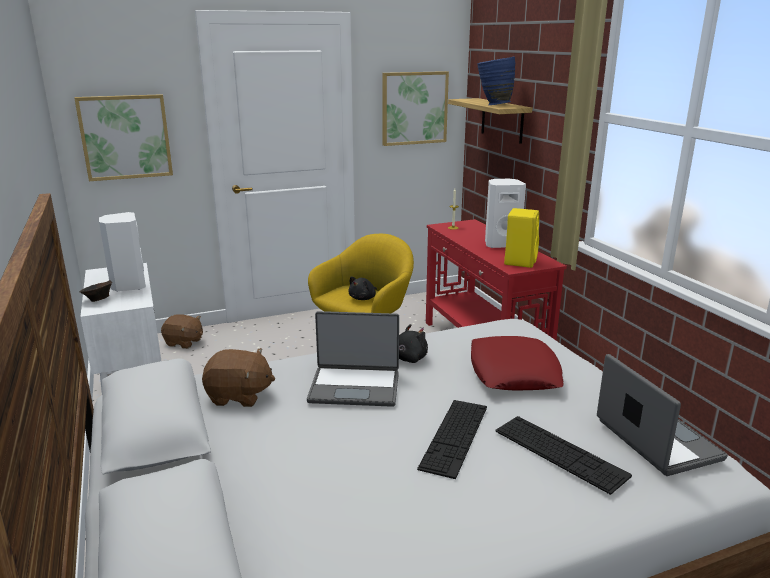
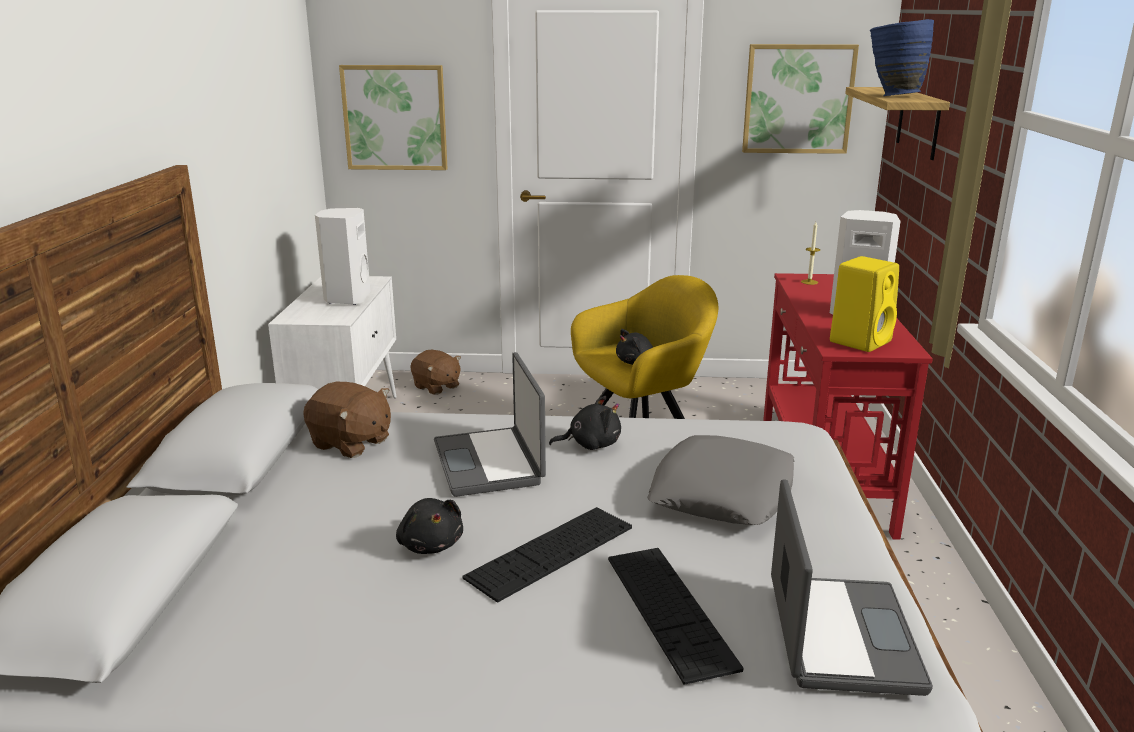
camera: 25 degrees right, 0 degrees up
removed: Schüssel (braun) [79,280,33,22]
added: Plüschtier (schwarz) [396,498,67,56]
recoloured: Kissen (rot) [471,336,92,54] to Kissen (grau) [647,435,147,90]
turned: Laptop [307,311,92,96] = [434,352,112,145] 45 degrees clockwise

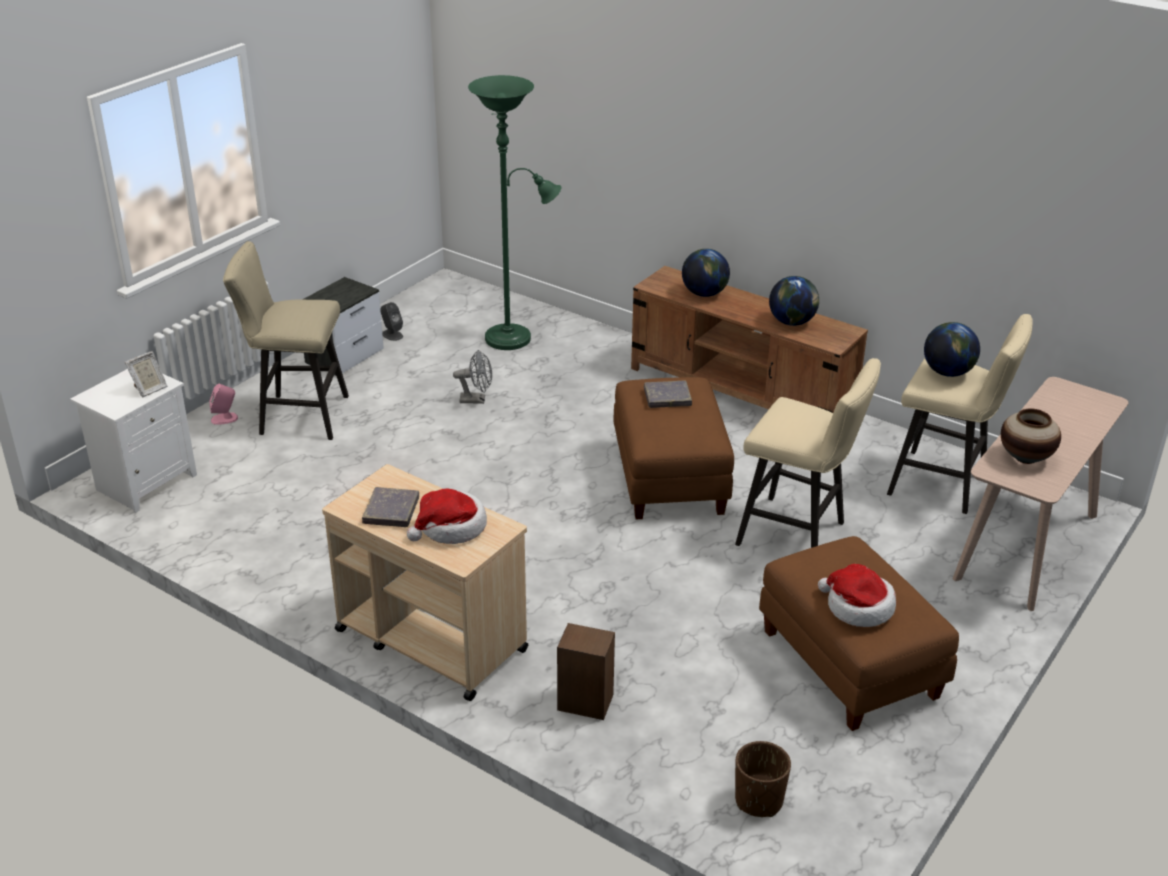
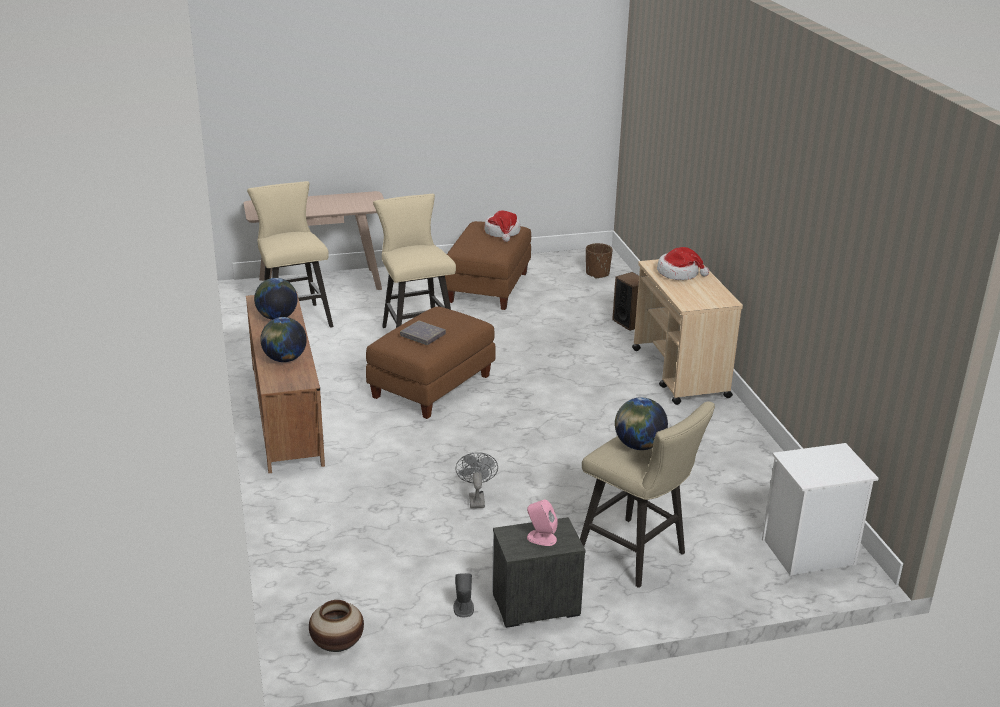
camera: 140 degrees left, 5 degrees down
removed: Bilderrahmen [125,351,42,46]; Buch (grau) [362,487,57,40]; Stehlampe (grün) [468,75,94,275]
moved: Vase [1001,408,60,56] to [309,600,55,52]; Lautsprecher (rosa) [209,384,29,41] to [527,500,31,46]; Globus [924,322,56,55] to [615,397,53,53]
turned: Ventilator (grau) [453,350,39,54] = [455,452,43,56] 45 degrees clockwise

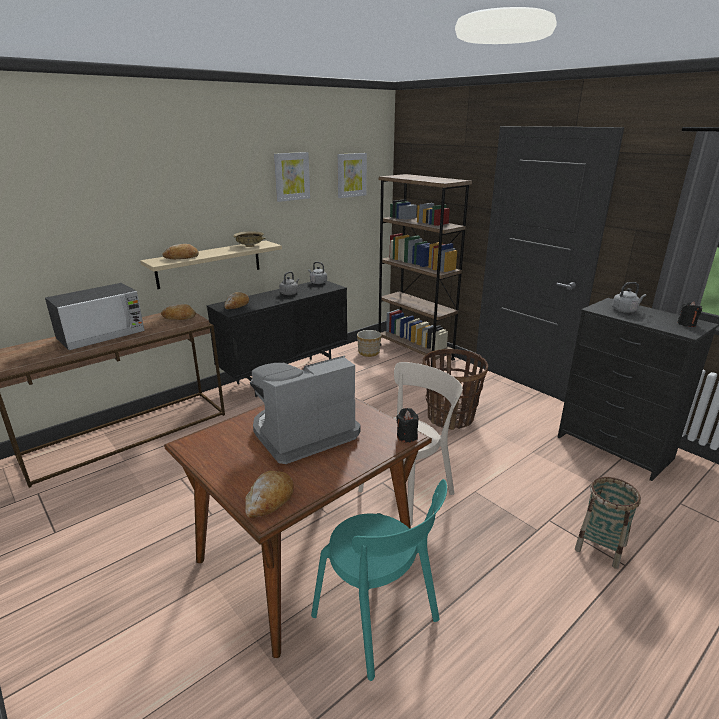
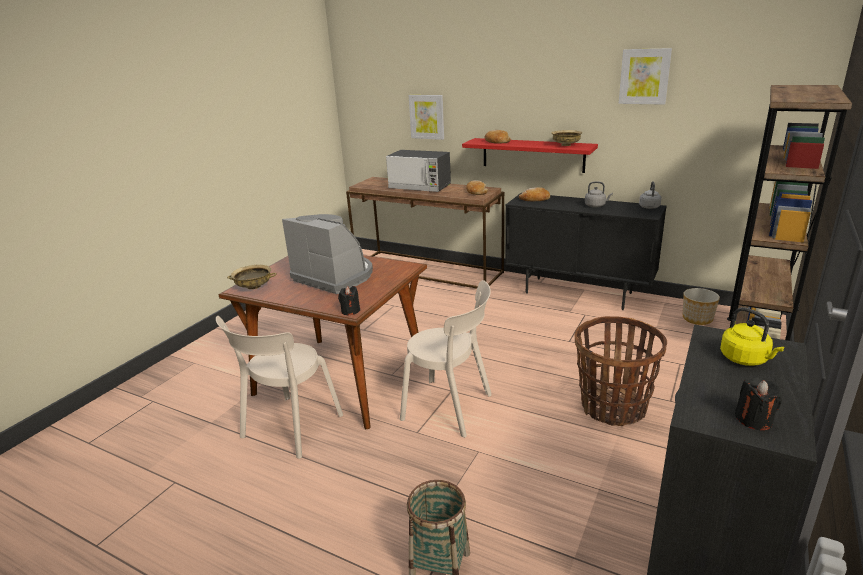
camera: 70 degrees right, 0 degrees up
moved: Bild [337,153,30,45] to [409,95,35,45]
replaced: Brot [245,470,49,48] to Schüssel (beige) [227,265,50,24]
recoloured: Stuhl (türkis) [311,479,136,202] to Stuhl (beige) [216,316,127,143]; Wandregal (beige) [140,240,142,49] to Wandregal (rot) [462,138,136,35]; Wasserkessel (grau) [612,282,34,31] to Wasserkessel (gelb) [720,307,64,59]

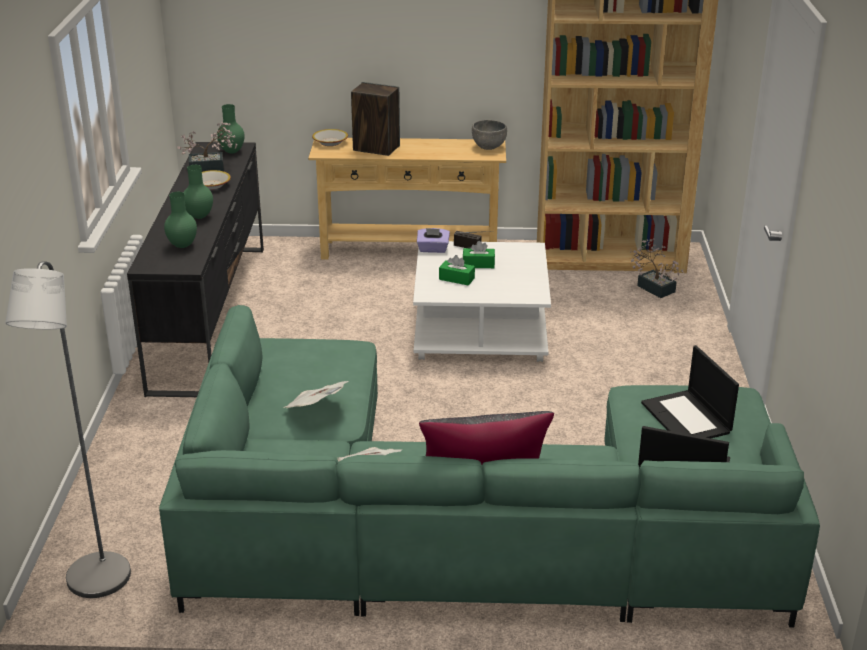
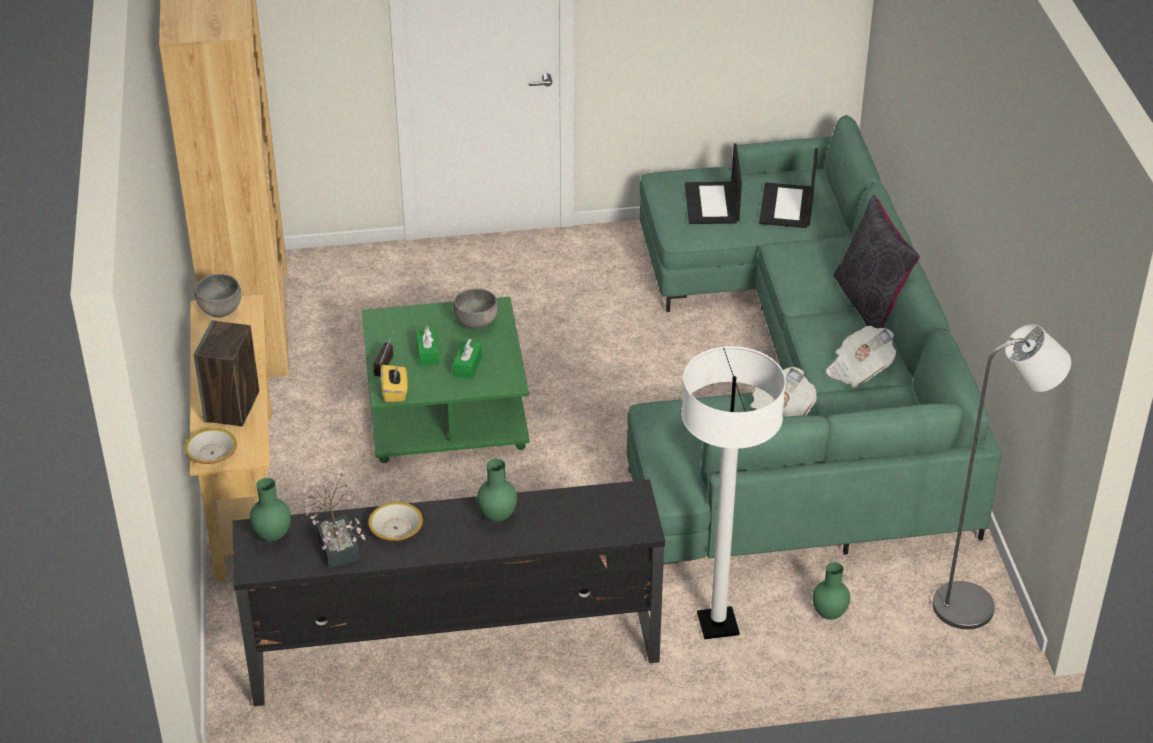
camera: 100 degrees left, 10 degrees up
removed: Topfpflanze [630,238,55,60]
added: Schüssel (grau) [453,288,45,41]; Stehlampe (weiß) [681,346,105,293]
moved: Vase (grün) [164,192,33,56] to [812,562,38,58]
recoloured: Couchtisch (weiß) [413,241,138,121] to Couchtisch (grün) [362,297,168,166]; Taschentuchbox (lila) [417,228,33,25] to Taschentuchbox (gelb) [381,364,27,39]
turned: Laptop [641,345,98,93] = [685,143,57,81] 120 degrees clockwise

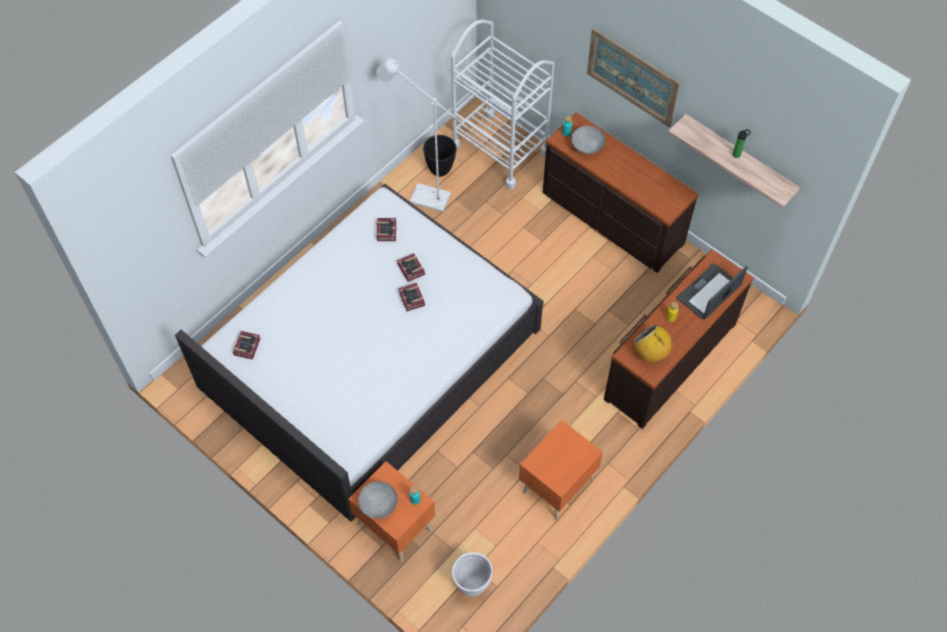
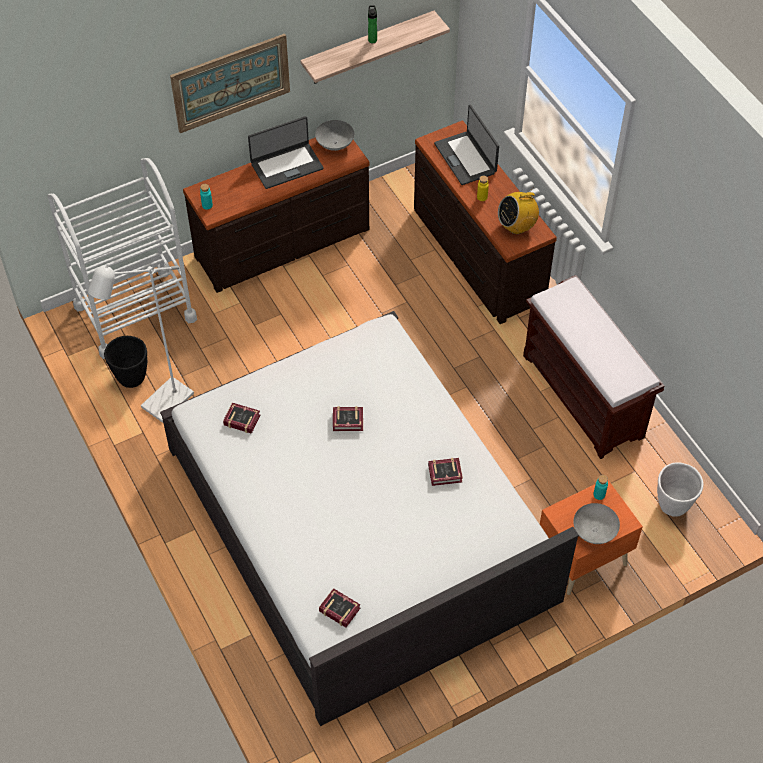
camera: 70 degrees left, 5 degrees down
added: Laptop [248,116,76,73]
moved: Schüssel (grau) [571,126,34,28] to [315,120,39,31]; Buch [397,253,28,29] to [428,458,35,28]
replaced: Nachttisch (orange) [519,420,84,100] to Bank (braun) [523,275,141,184]

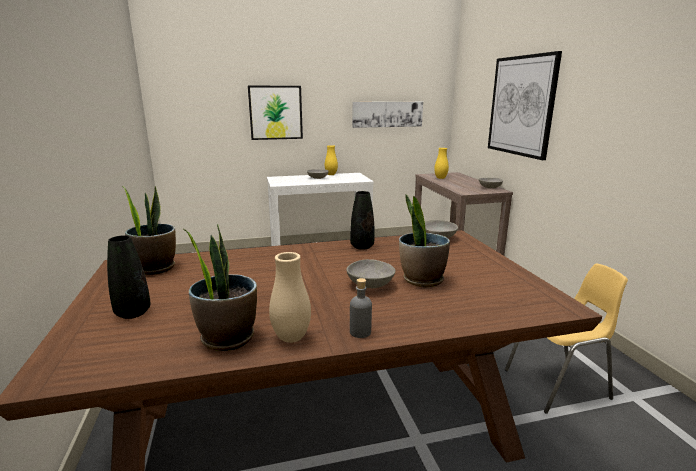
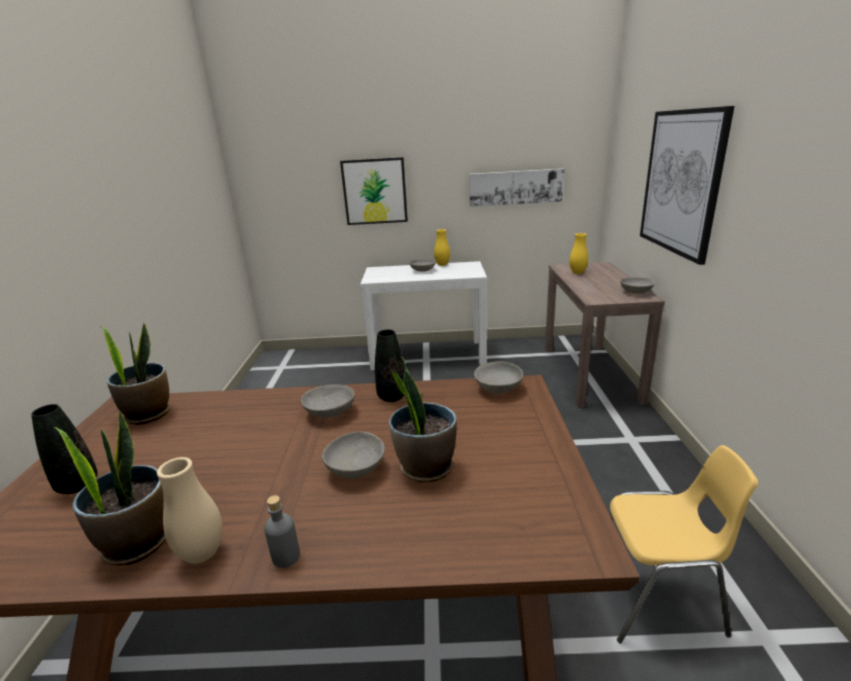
camera: 15 degrees right, 5 degrees up
added: Schüssel (grau) [301,384,54,34]

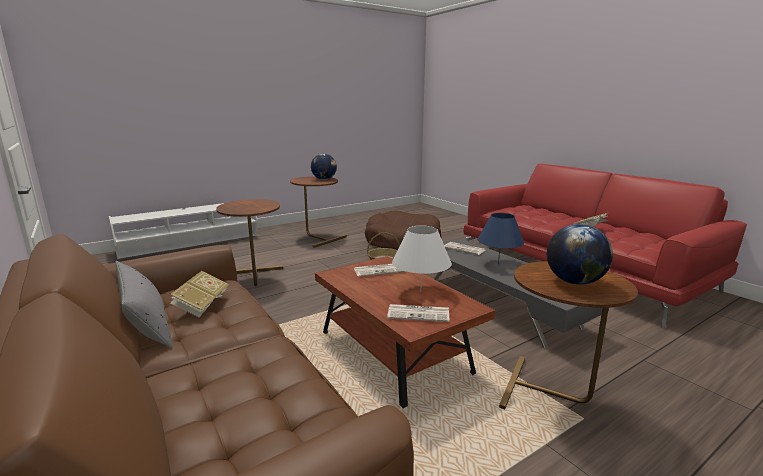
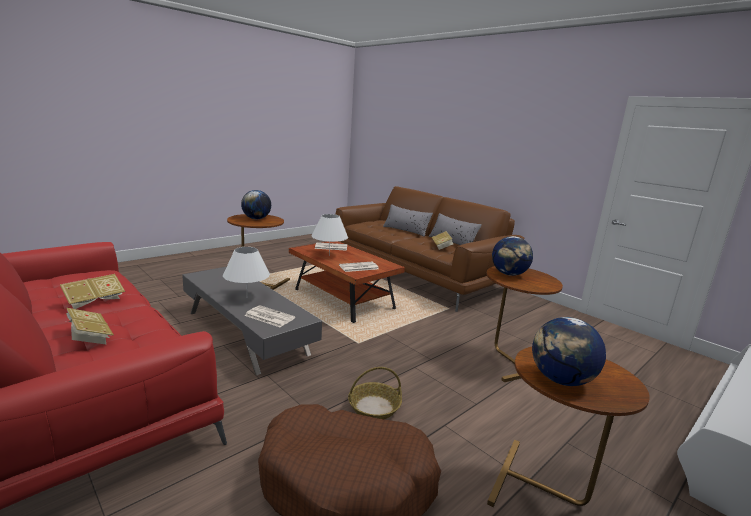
camera: 170 degrees right, 0 degrees up
added: Buch [66,308,48,36]; Kissen (grau) [383,204,50,33]; Globus [492,236,41,40]
recoloured: Tischlampe (blau) [477,213,47,51] to Tischlampe (weiß) [223,247,47,51]

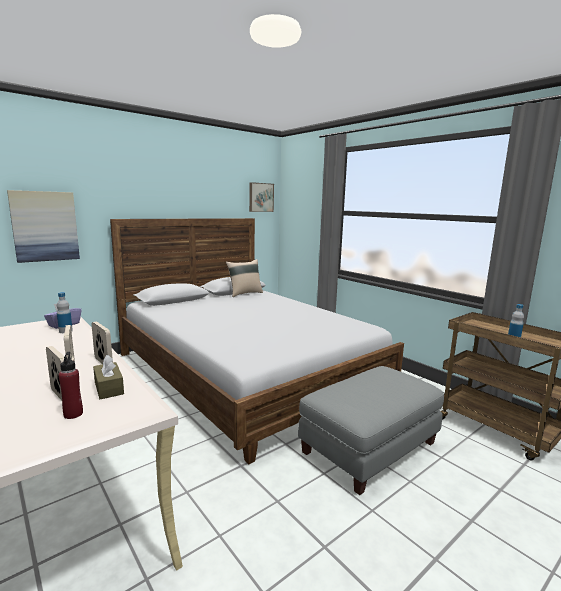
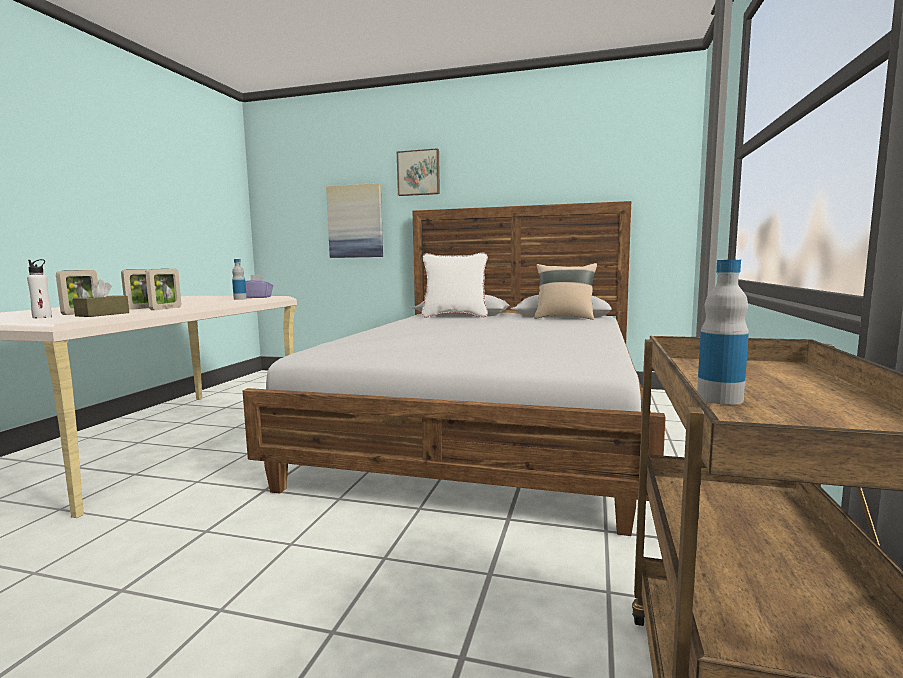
camera: 55 degrees right, 5 degrees down
removed: Polsterhocker (grau) [298,366,146,129]
added: Kissen (weiß) [422,253,66,65]
moved: Bild [249,182,25,30] to [397,148,43,48]
recoloured: Flasche (rot) [59,352,24,67] to Flasche (weiß) [27,259,25,59]

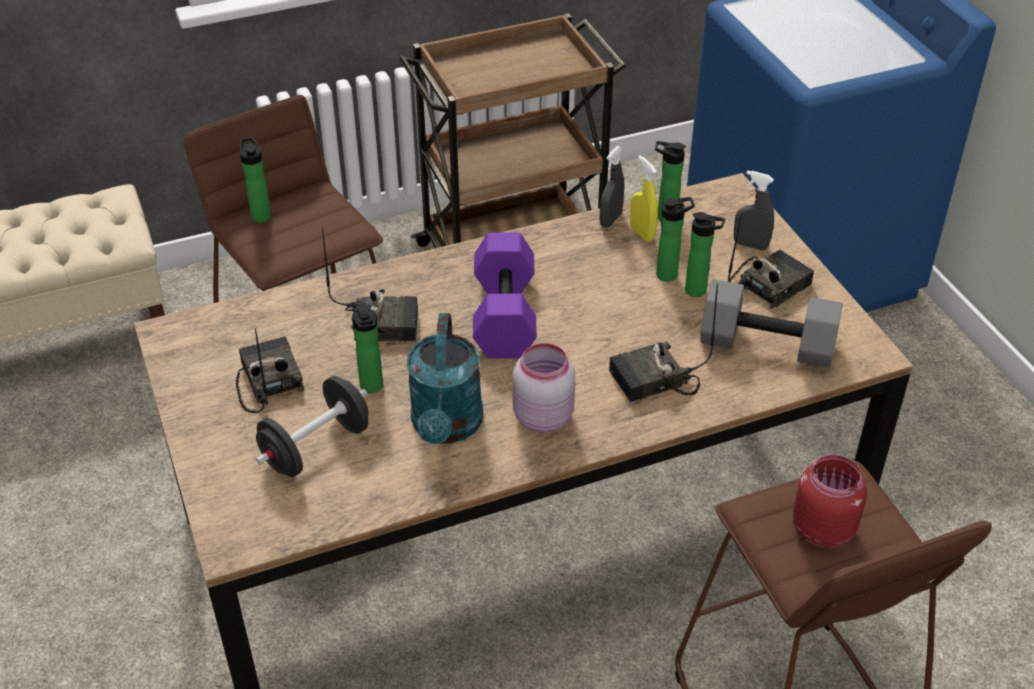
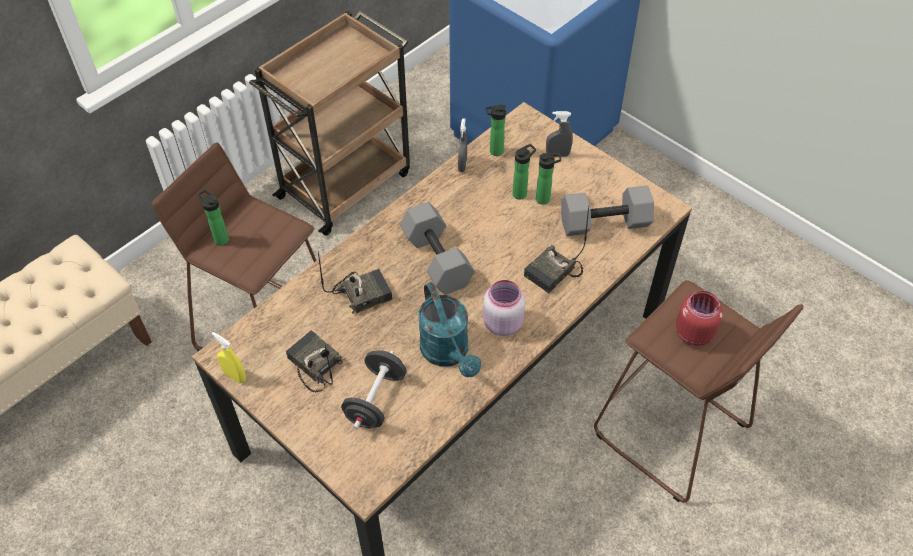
camera: 25 degrees left, 10 degrees up
removed: Flasche [352,302,31,91]; Radio [727,212,87,97]
moved: Sprühflasche (gelb) [630,155,28,87] to [212,332,34,51]
recoloured: Hantel (lila) [473,232,64,126] to Hantel (grau) [400,202,75,93]

